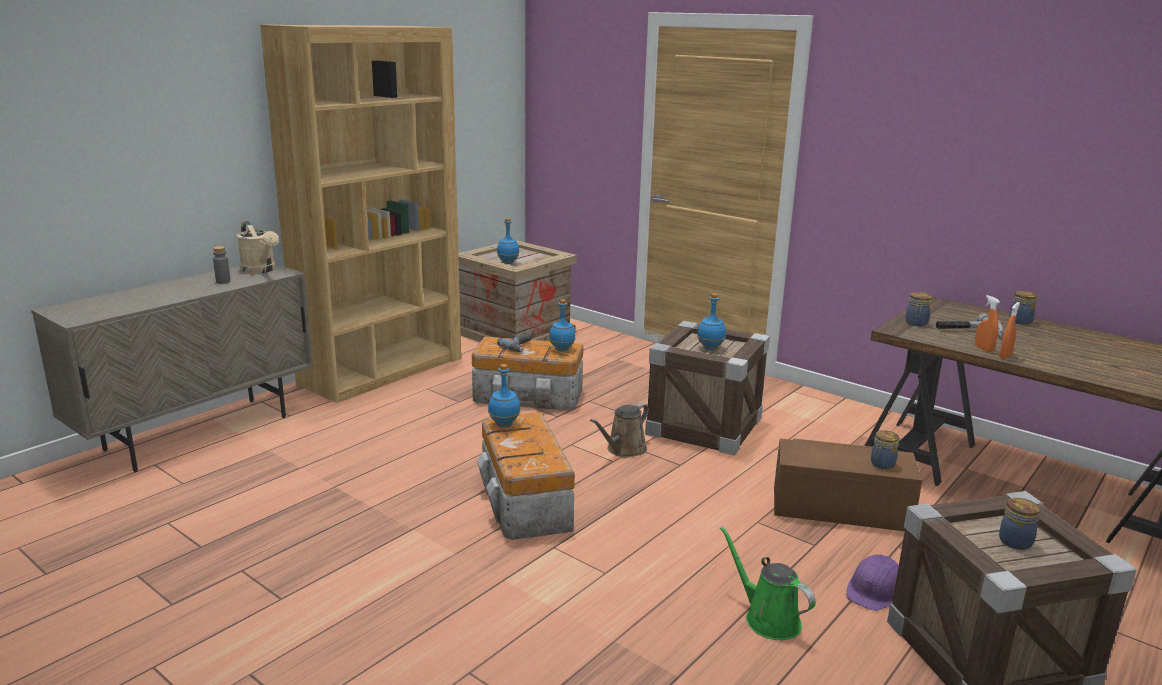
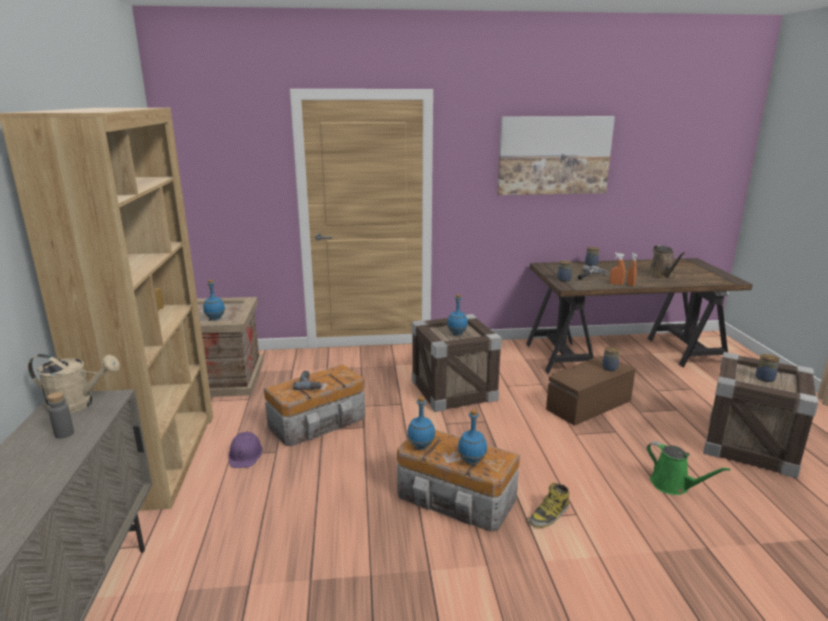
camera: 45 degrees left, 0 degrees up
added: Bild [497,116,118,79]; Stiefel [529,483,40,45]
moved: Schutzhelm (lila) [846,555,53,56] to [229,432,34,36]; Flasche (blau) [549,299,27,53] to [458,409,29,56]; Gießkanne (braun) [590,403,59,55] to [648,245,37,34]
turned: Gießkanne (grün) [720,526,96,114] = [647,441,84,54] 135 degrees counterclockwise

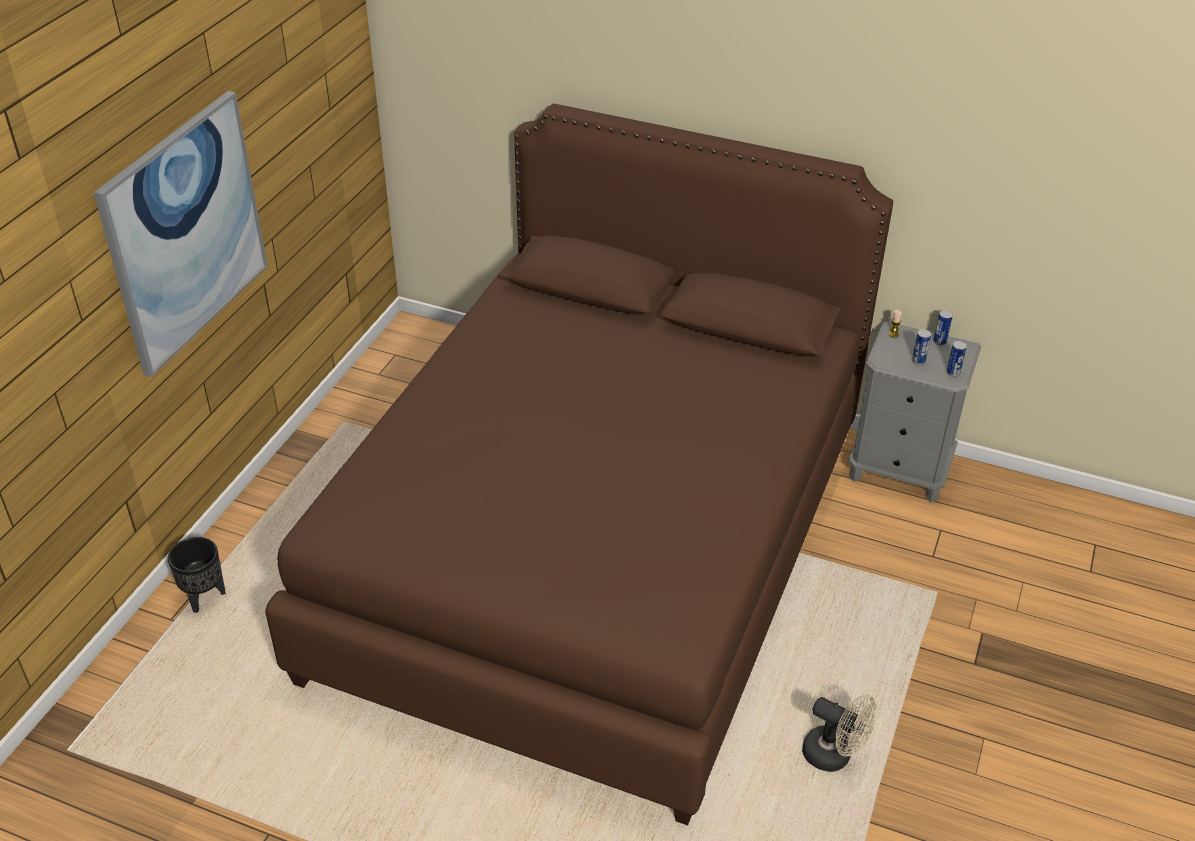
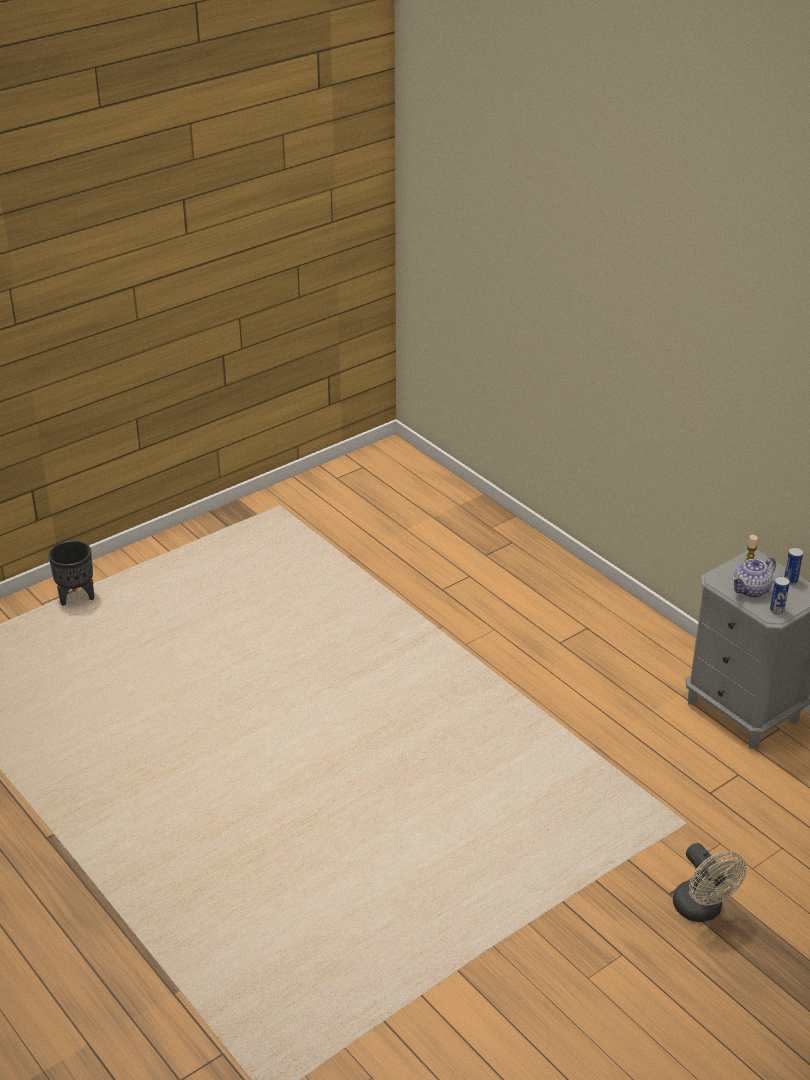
camera: 30 degrees right, 5 degrees down
removed: Bild [94,91,174,286]; Bett (braun) [265,104,628,722]
moved: Ventilator (beige) [802,695,75,77] to [673,843,73,79]
replaced: Dose [912,329,19,36] to Teekanne [732,557,44,41]

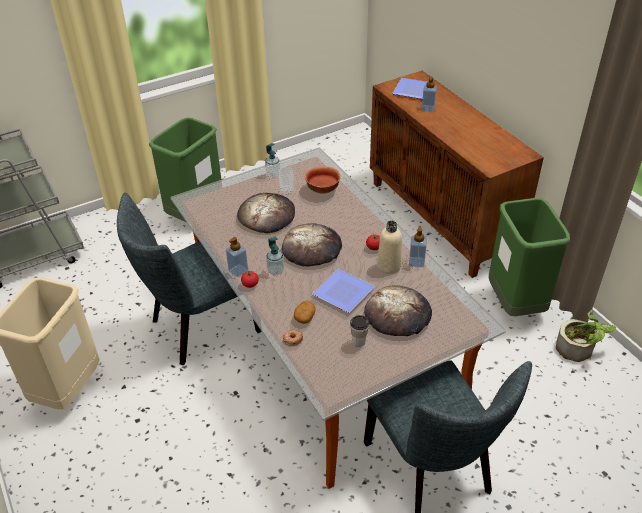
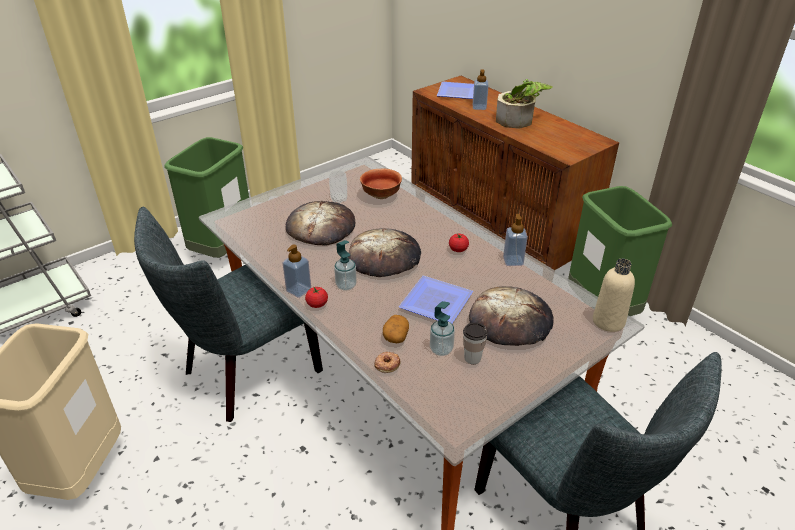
camera: 10 degrees left, 5 degrees down
moved: Seifenspender [265,143,15,35] to [430,301,25,55]; Topfpflanze [556,310,60,52] to [496,79,57,49]; Flasche (beige) [377,220,25,54] to [593,258,42,74]

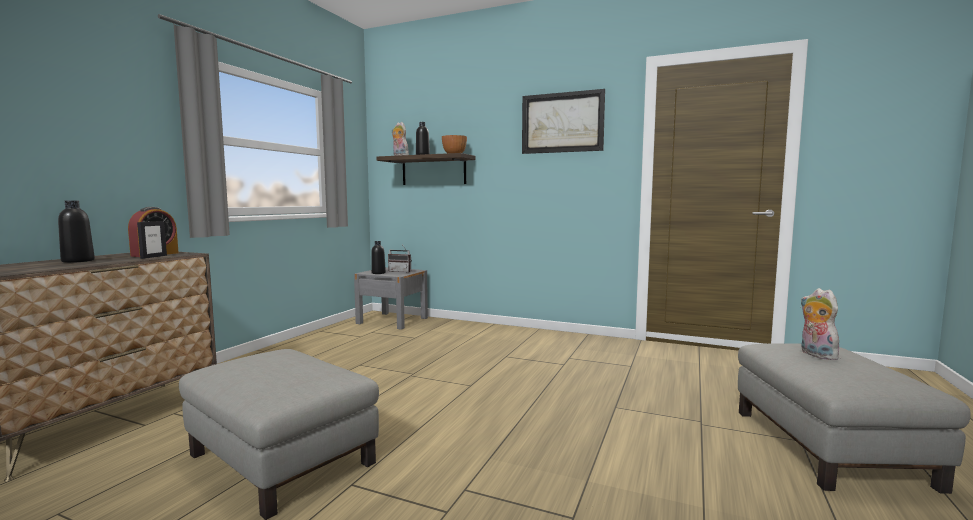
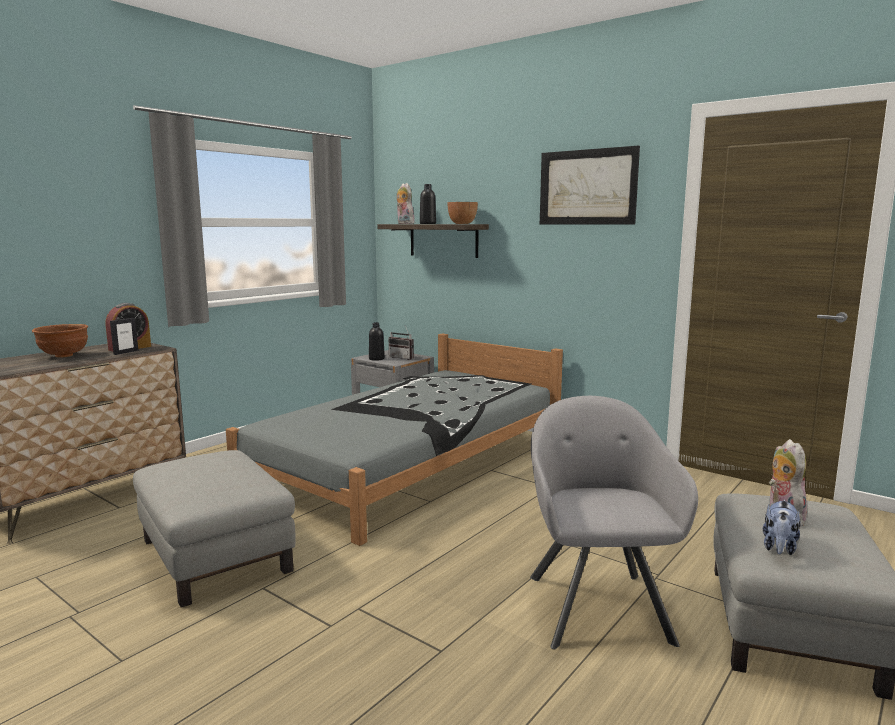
camera: 15 degrees right, 5 degrees up
added: Bett (grau) [226,334,337,212]; Sessel (grau) [530,396,168,253]; Plüschtier [763,499,38,56]
replaced: Flasche (schwarz) [58,200,37,63] to Schüssel (braun) [32,324,56,33]

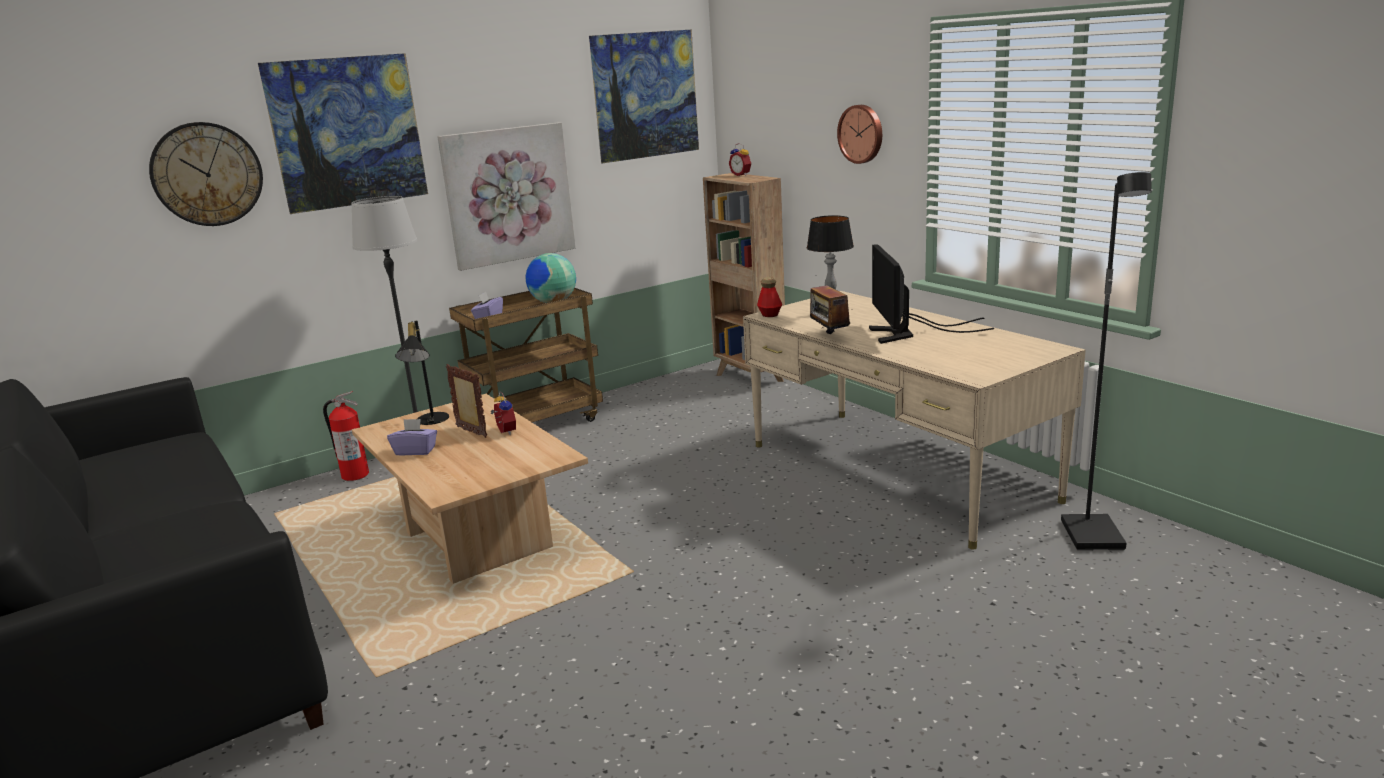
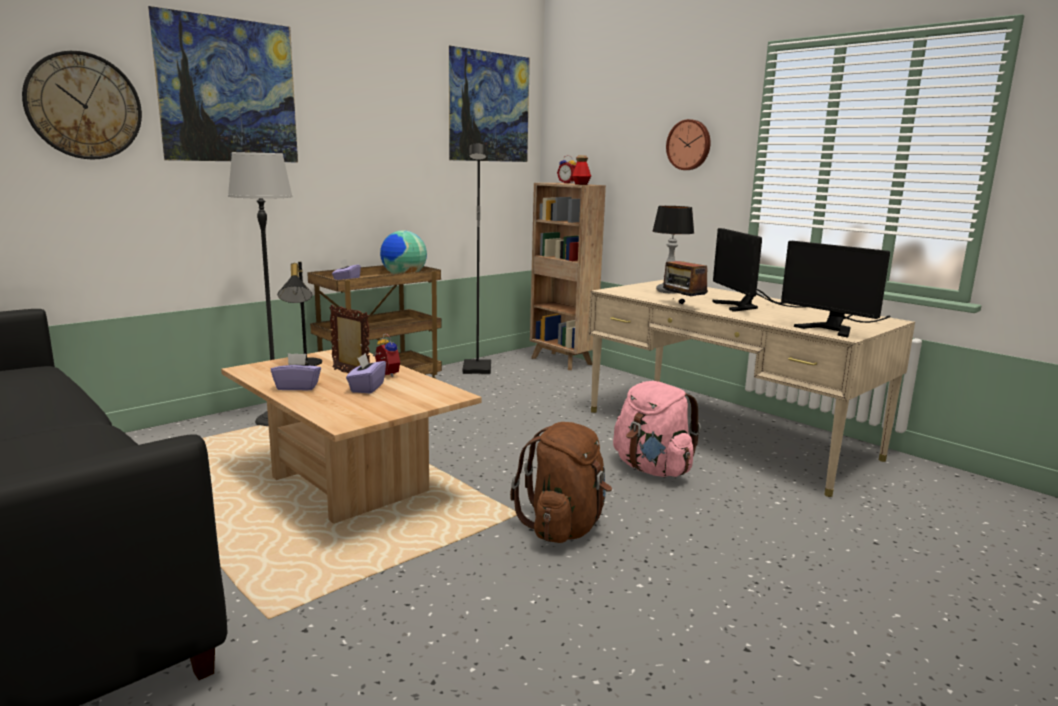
camera: 10 degrees left, 5 degrees down
removed: Feuerlöscher [323,391,46,90]; Bild [437,122,139,149]
added: Taschentuchbox (lila) [346,353,40,41]; Rucksack (braun) [510,422,102,121]; Rucksack (rosa) [613,381,88,96]; Monitor [781,241,110,97]
moved: Stehlampe (schwarz) [1061,172,91,378] to [462,144,29,230]; Flasche [757,277,25,40] to [572,155,19,30]

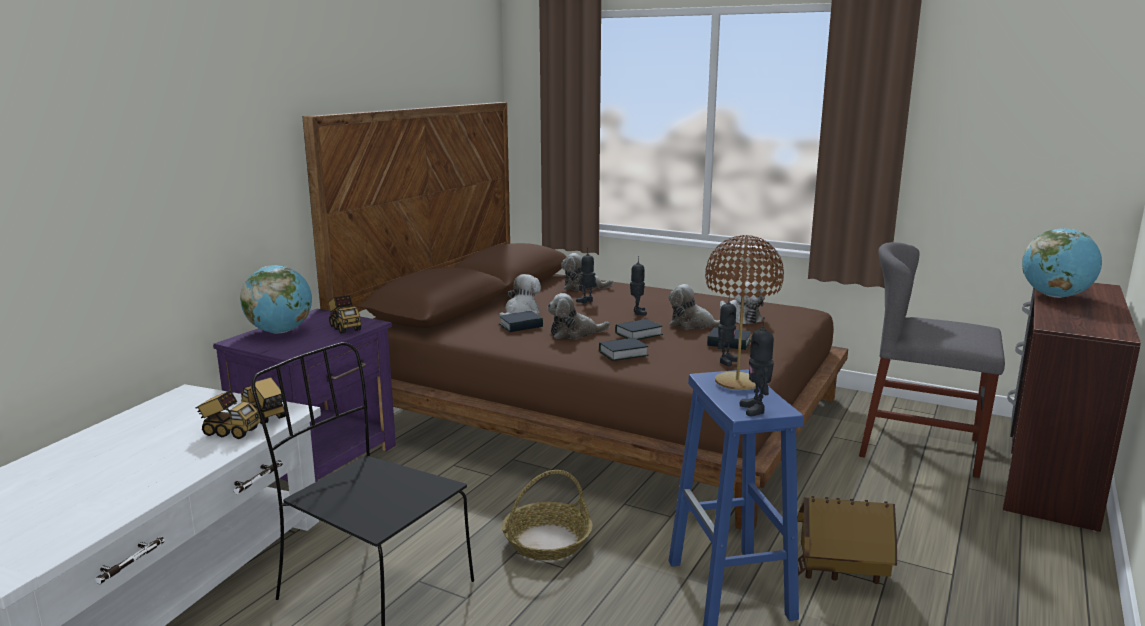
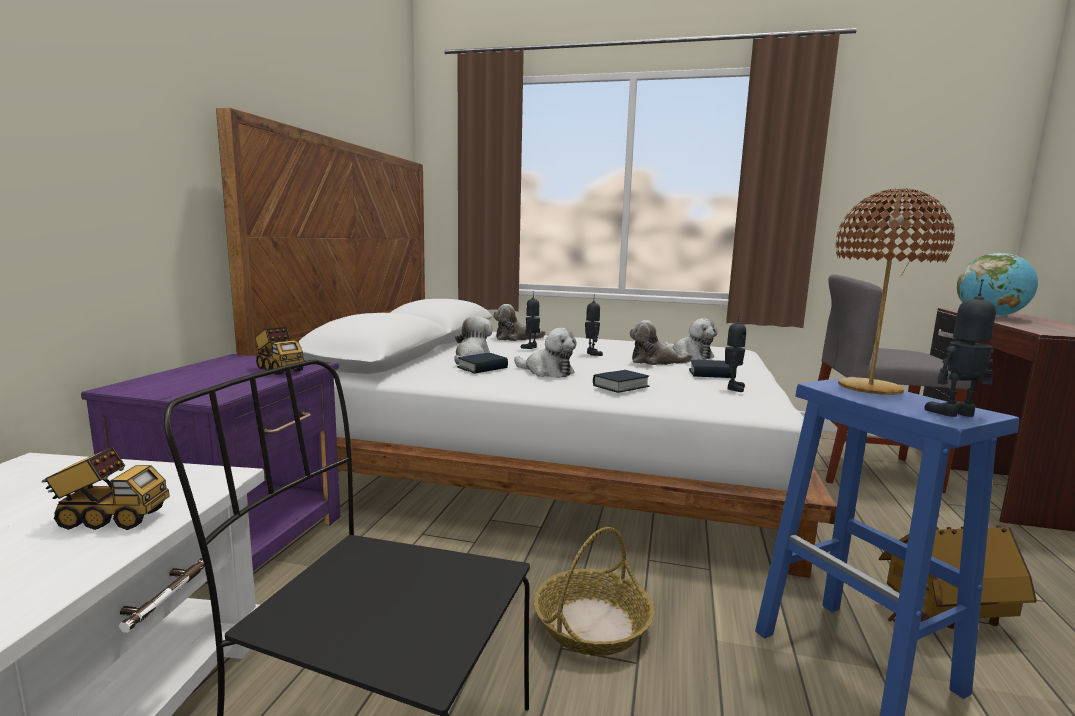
camera: 15 degrees left, 5 degrees down
removed: Globus [240,265,72,68]; Spielzeuglaster [241,377,45,47]; Buch [615,319,48,21]
recoloured: Bett (braun) [303,102,545,428] to Bett (weiß) [216,108,621,470]
turned: Plüschtier [547,293,63,46] = [514,328,63,50] 120 degrees counterclockwise; Spielzeugroboter [740,317,34,99] = [925,279,71,138] 105 degrees clockwise

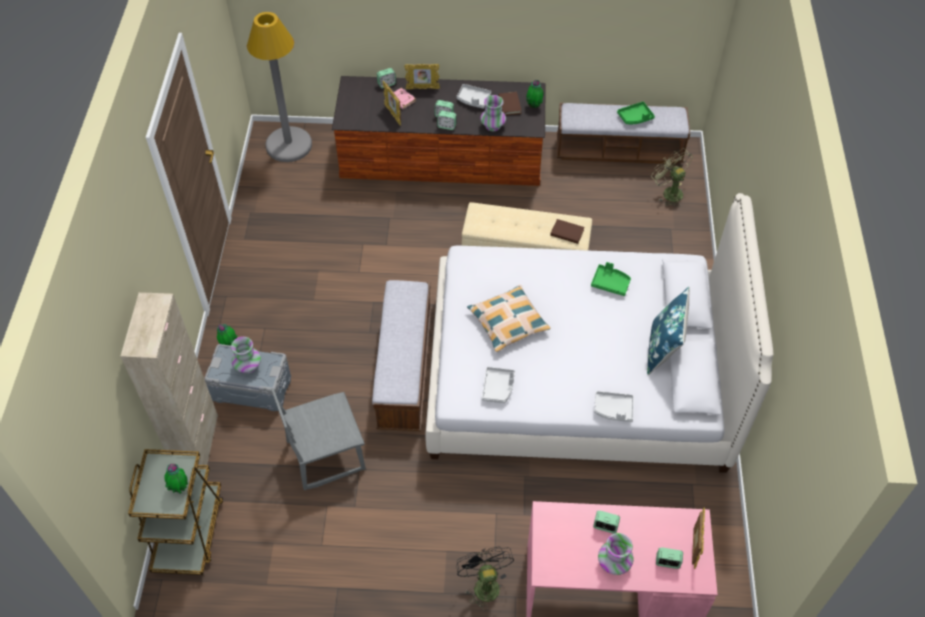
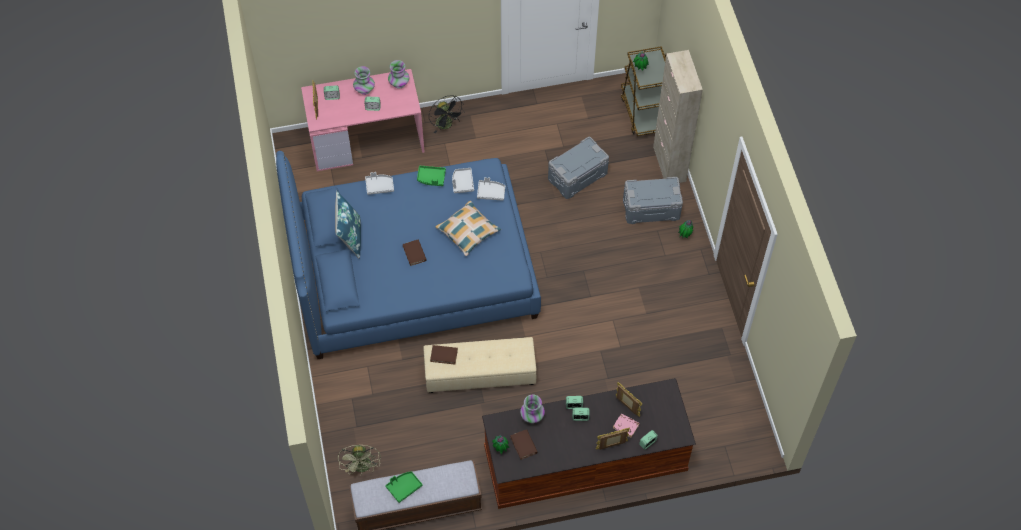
camera: 165 degrees right, 5 degrees up
removed: Stehlampe (grau) [247,12,65,150]; Bank [372,280,59,151]
added: Buch (braun) [403,240,24,26]
moved: Vase [231,337,30,37] to [388,60,21,28]; Tablett (grün) [591,262,40,34] to [417,166,29,20]; Tablett (grau) [456,84,35,25] to [477,177,28,24]
replaced: Stuhl (grau) [271,388,95,102] to Aufbewahrungsbox (grau) [548,137,61,62]
recoloured: Bett (weiß) [425,193,348,280] to Bett (blau) [276,151,265,208]
turned: Ventilator (grün) [651,148,42,59] = [338,444,43,30] 45 degrees clockwise

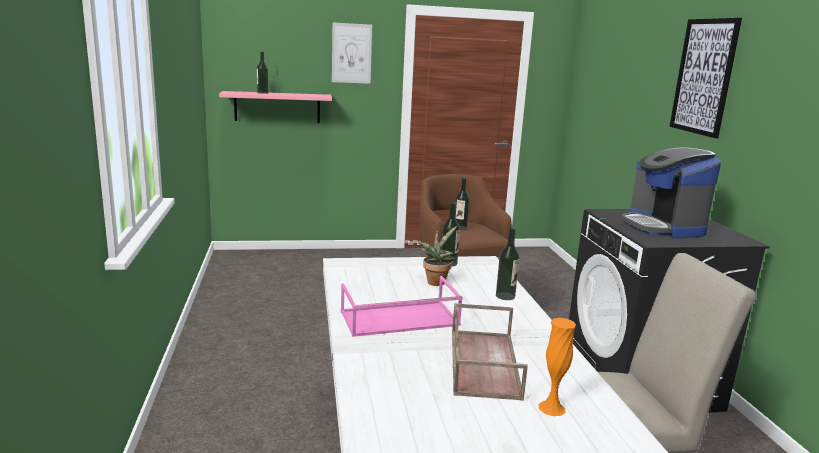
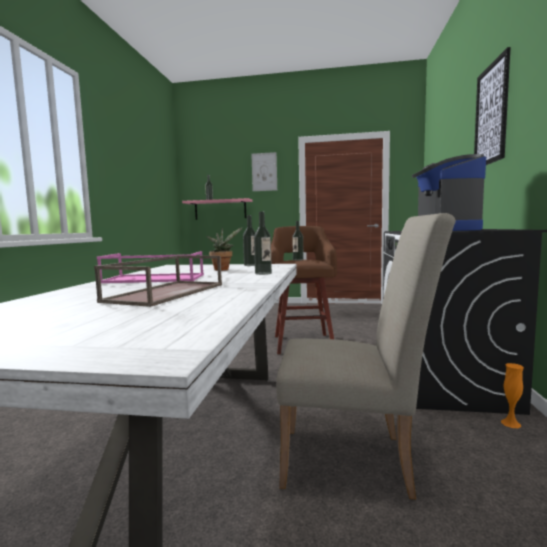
camera: 20 degrees right, 10 degrees down
moved: Vase (orange) [539,318,37,98] to [501,363,23,65]

